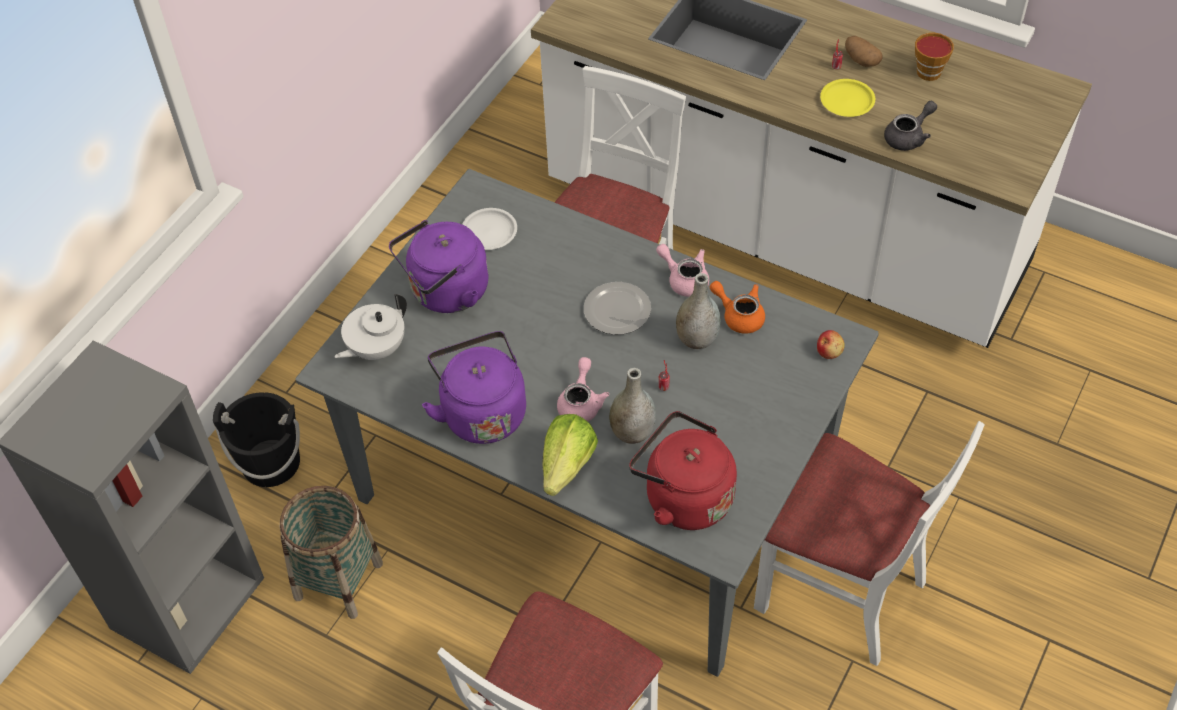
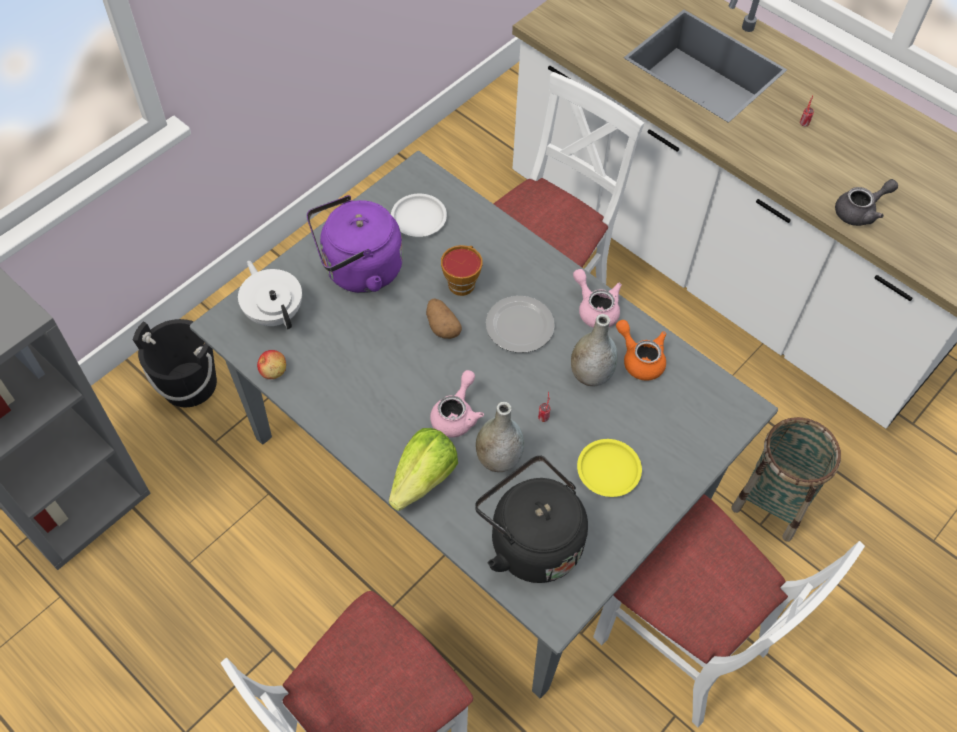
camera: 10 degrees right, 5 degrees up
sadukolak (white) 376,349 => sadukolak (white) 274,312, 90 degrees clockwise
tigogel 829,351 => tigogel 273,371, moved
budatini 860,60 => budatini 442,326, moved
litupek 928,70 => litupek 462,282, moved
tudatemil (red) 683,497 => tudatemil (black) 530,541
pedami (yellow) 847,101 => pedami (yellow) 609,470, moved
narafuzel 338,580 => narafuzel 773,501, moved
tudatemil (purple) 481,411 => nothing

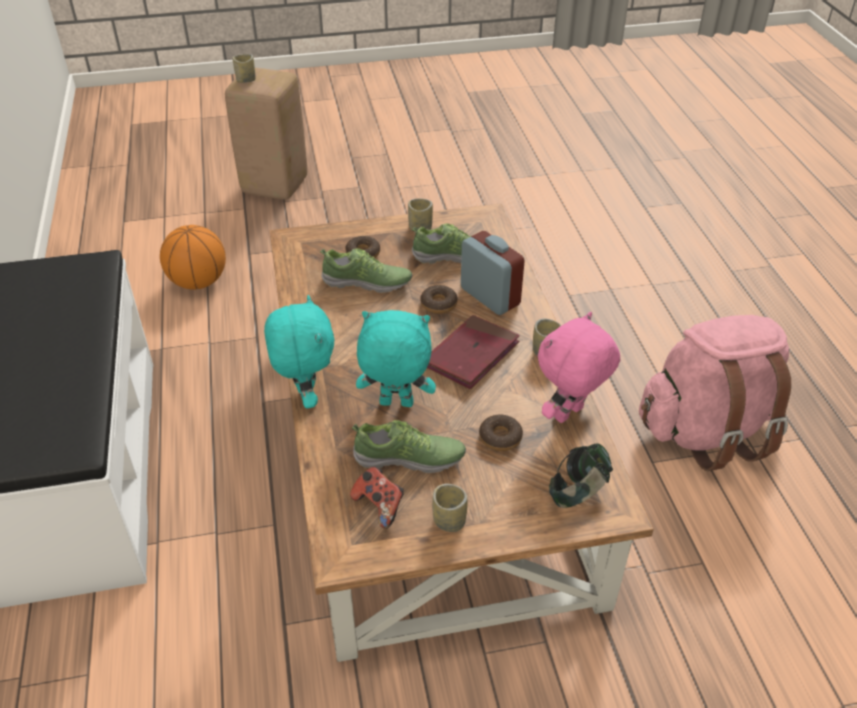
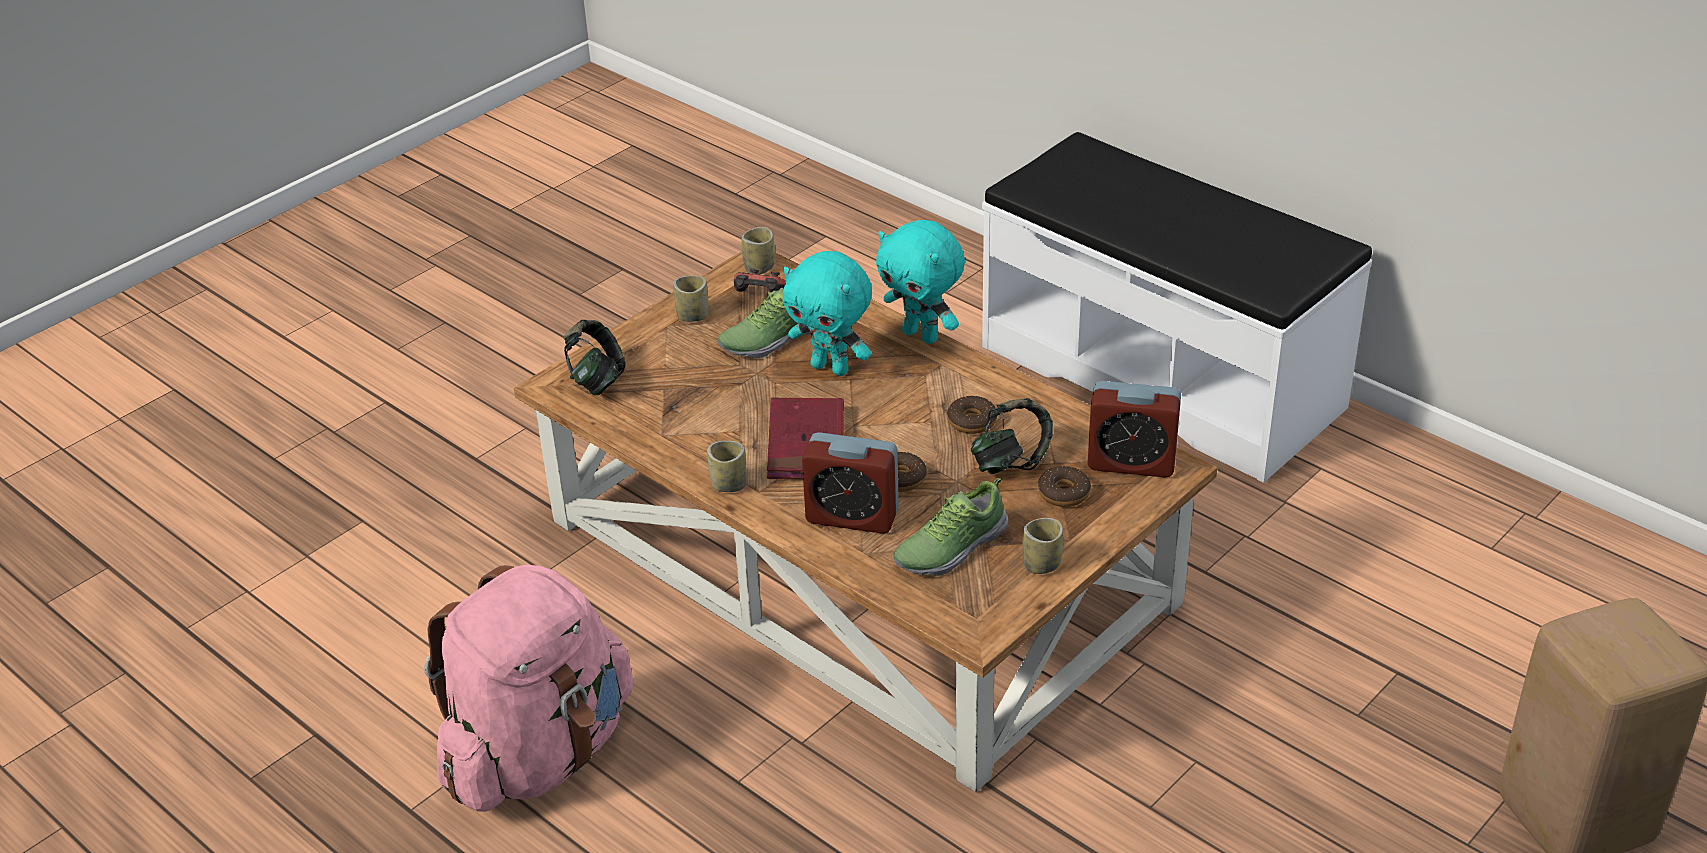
camera: 145 degrees right, 5 degrees down
litupek 246,80 => litupek 759,268, moved
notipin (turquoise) 395,404 => notipin (turquoise) 831,368, 60 degrees clockwise
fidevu 500,437 => fidevu 972,421, moved
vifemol 367,282 => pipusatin 1010,462
nothing => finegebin 1131,462
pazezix 198,282 => nothing
notipin (pink) 569,415 => nothing

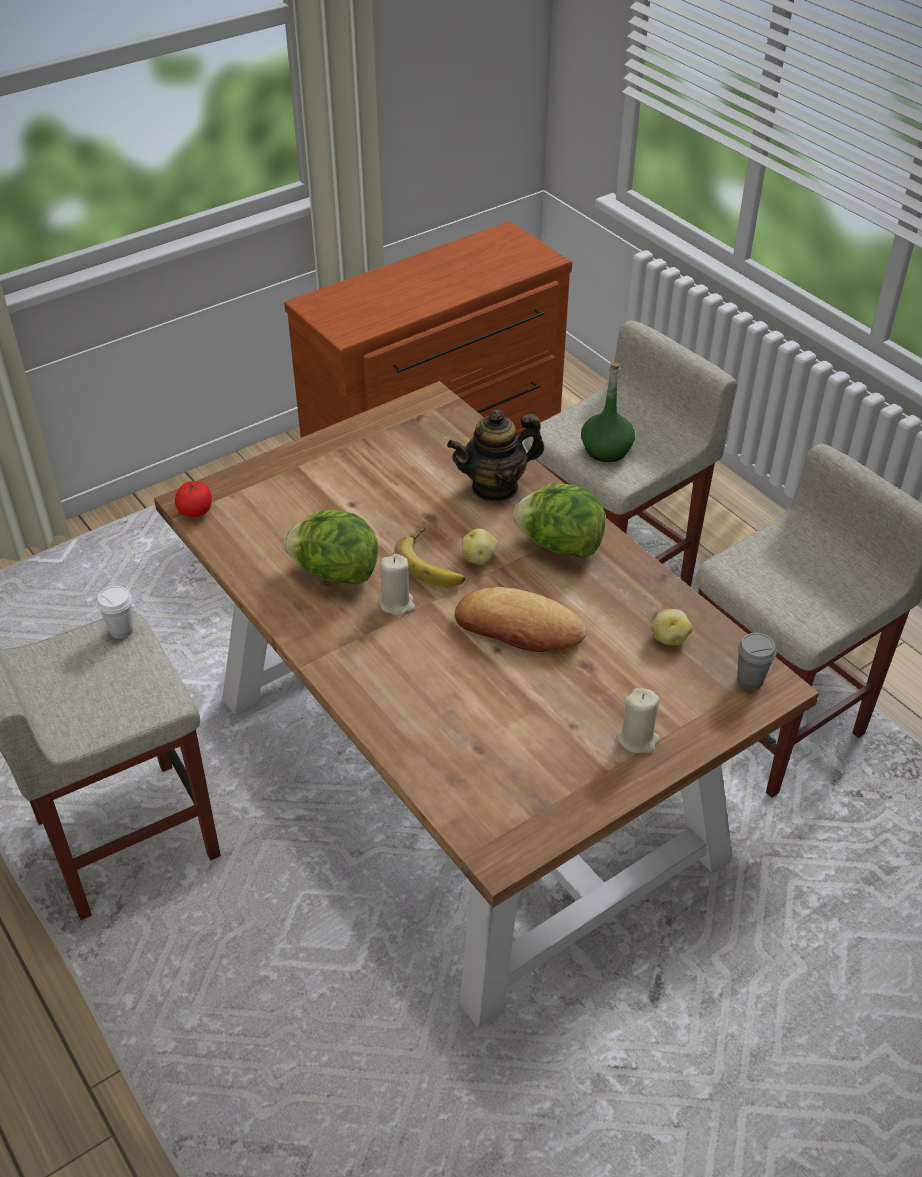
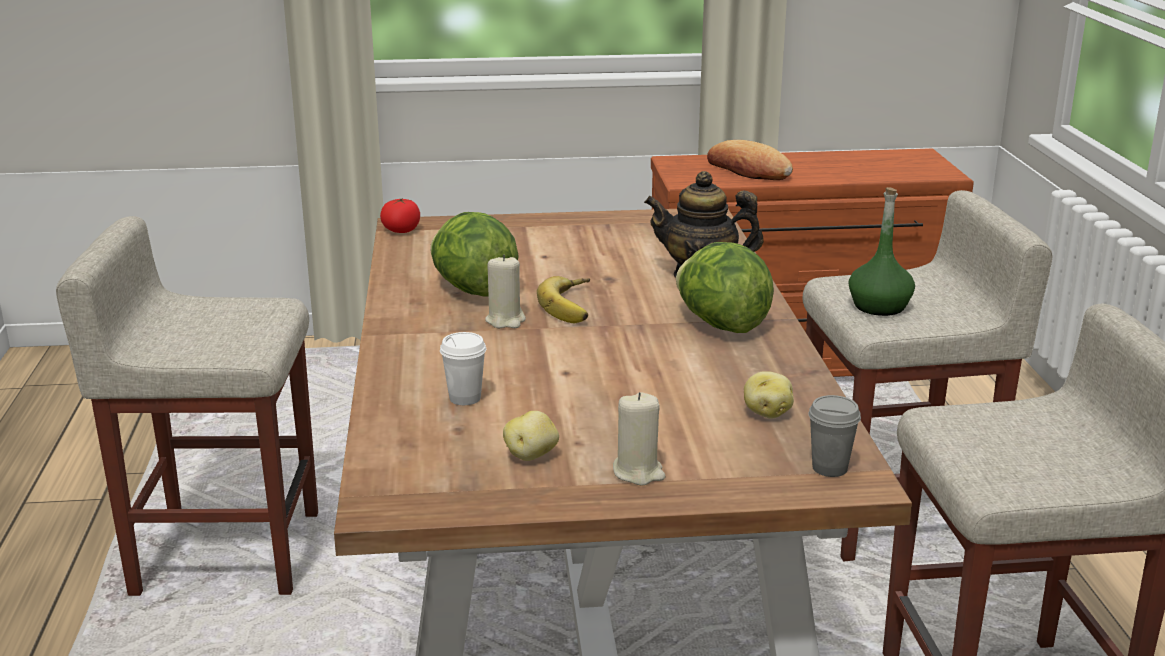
camera: 30 degrees right, 20 degrees down
litupek (white) 121,630 => litupek (white) 465,398, moved
budatini 479,558 => budatini 531,455, moved
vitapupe 518,628 => vitapupe 748,170, moved

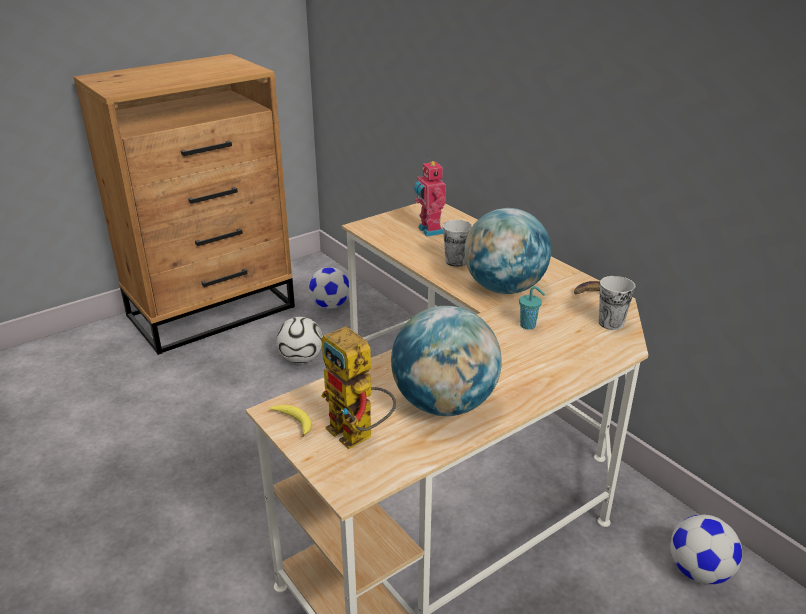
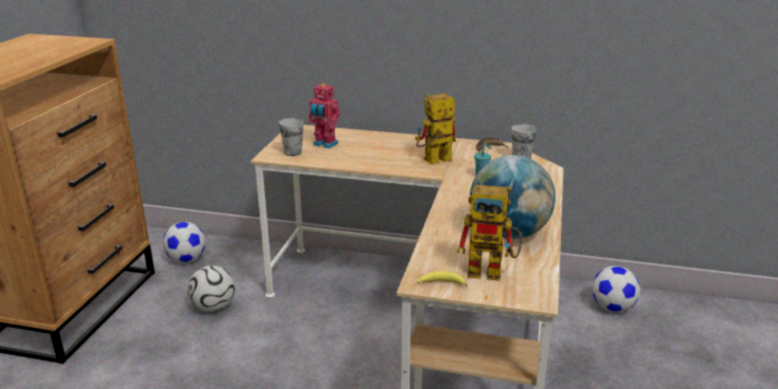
camera: 40 degrees left, 5 degrees down
litupek 456,261 => litupek 293,152, moved
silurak 504,288 => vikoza 433,162

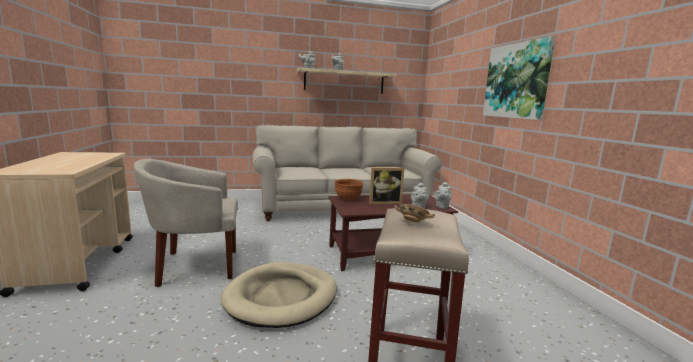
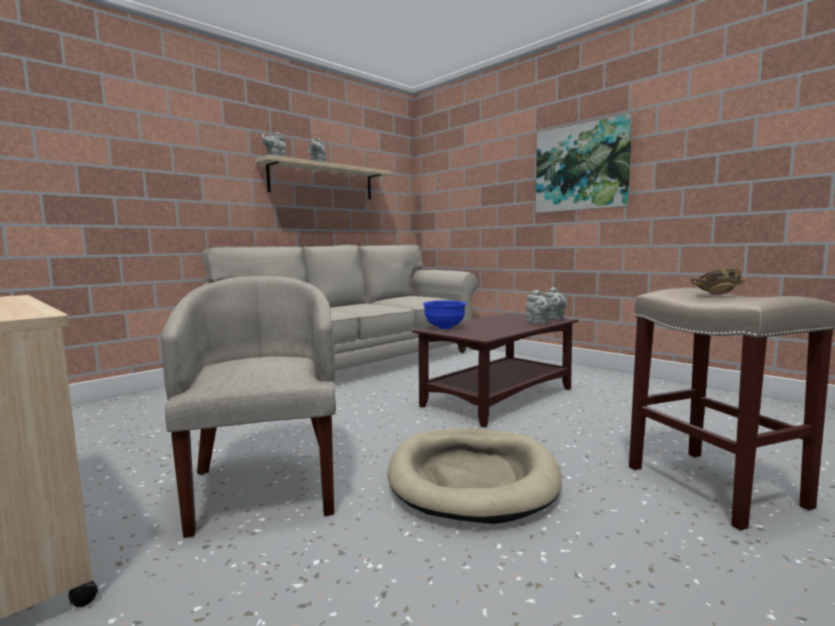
camera: 30 degrees left, 5 degrees down
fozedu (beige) 195,266 => fozedu (beige) 265,486, 120 degrees clockwise
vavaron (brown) 348,199 => vavaron (blue) 445,328
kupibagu 384,202 => nothing

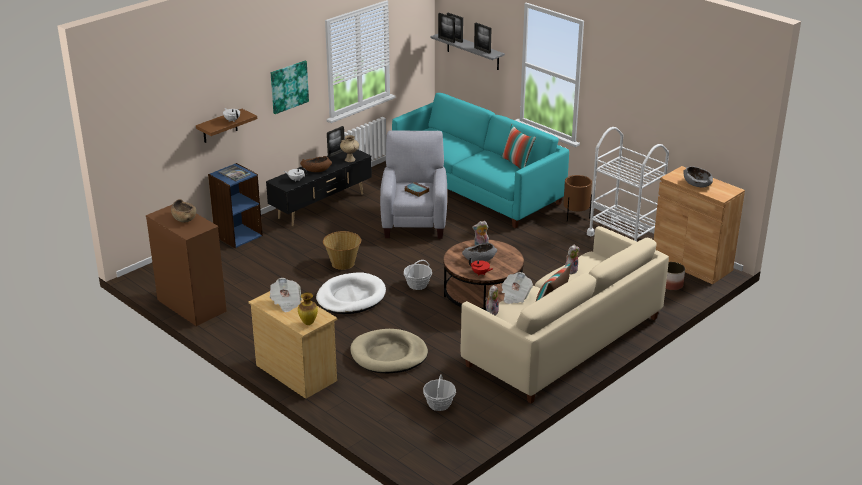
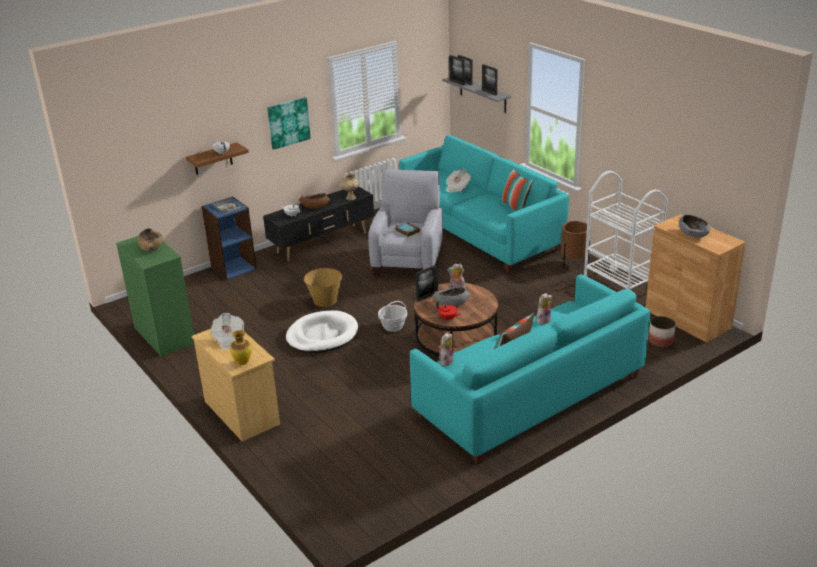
camera: 10 degrees right, 0 degrees up
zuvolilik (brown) 191,305 => zuvolilik (green) 164,335
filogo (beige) 564,341 => filogo (turquoise) 530,396
kupibagu 336,153 => kupibagu 427,296, moved
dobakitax 515,296 => dobakitax 457,187, moved
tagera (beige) 389,355 => nothing
narafuzel 439,404 => nothing

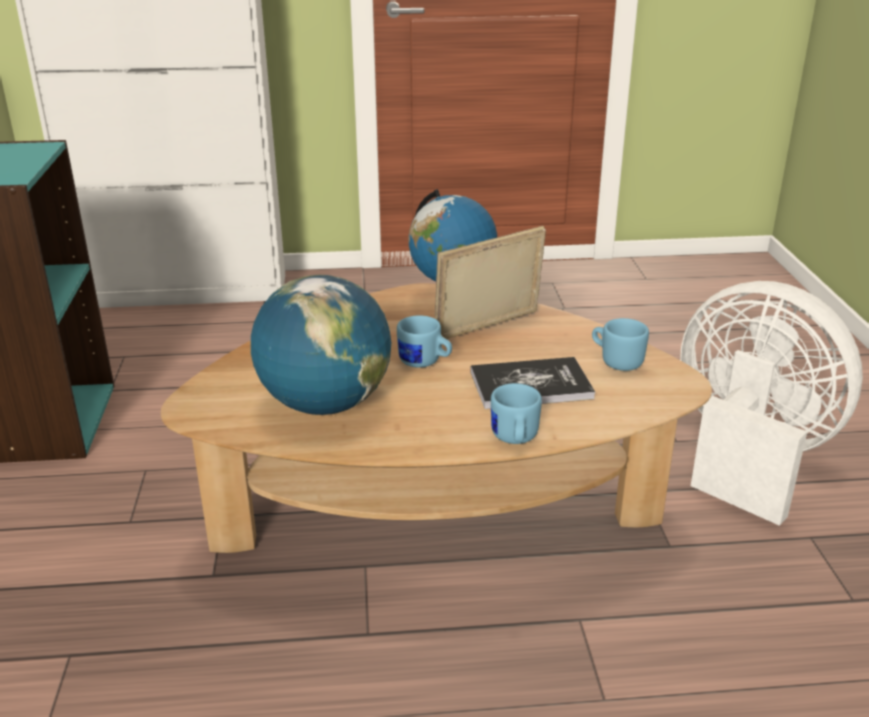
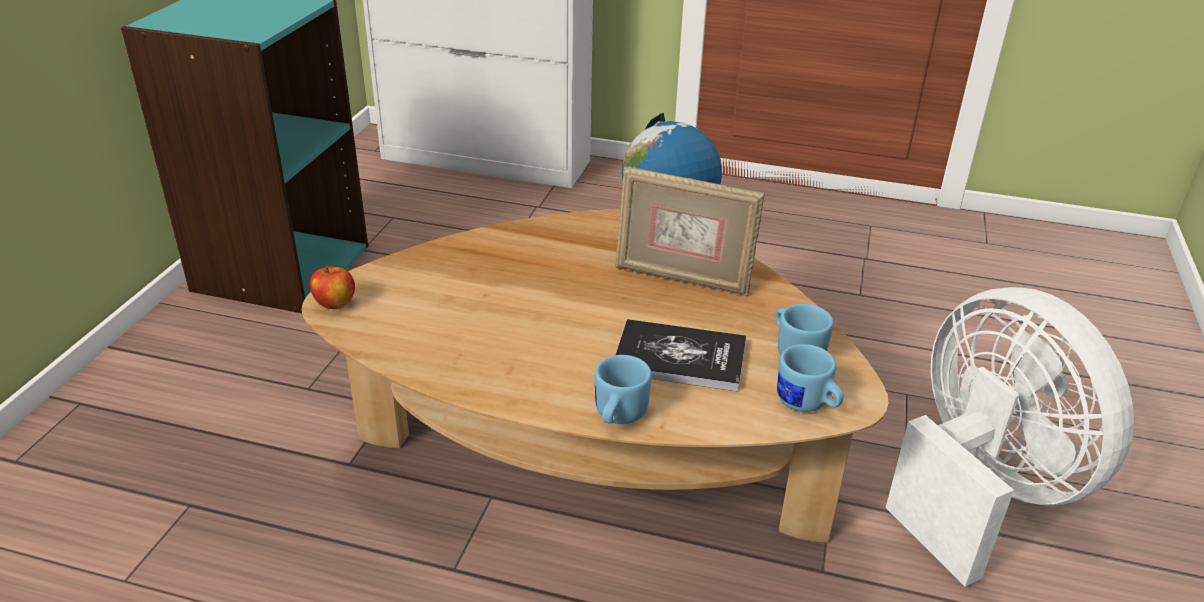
camera: 20 degrees right, 5 degrees up
nothing => tigogel 335,304
kupibagu 488,328 => kupibagu 682,278, 150 degrees counterclockwise
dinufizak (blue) 425,363 => dinufizak (blue) 807,405, moved
silurak 325,405 => nothing

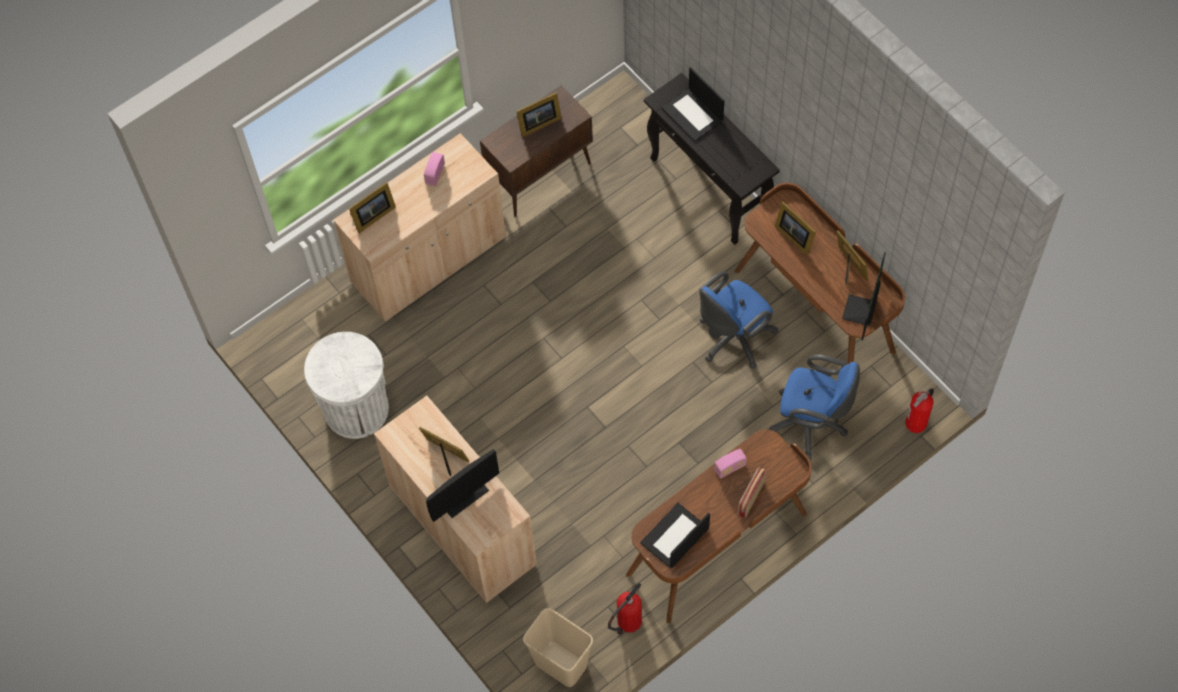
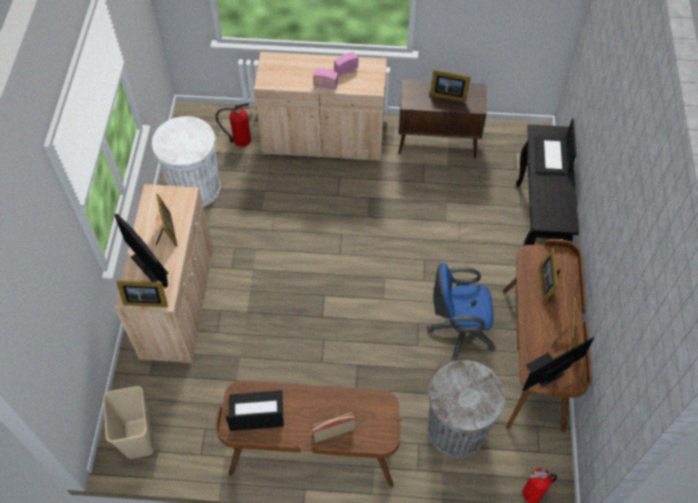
camera: 40 degrees right, 5 degrees down
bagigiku 464,496 => bagigiku 149,265, 45 degrees clockwise
kupibagu 372,216 => kupibagu 145,300, moved
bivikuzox 628,623 => bivikuzox 240,140, moved
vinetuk 730,467 => vinetuk 325,85, moved
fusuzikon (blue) 811,424 => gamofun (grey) 456,429

